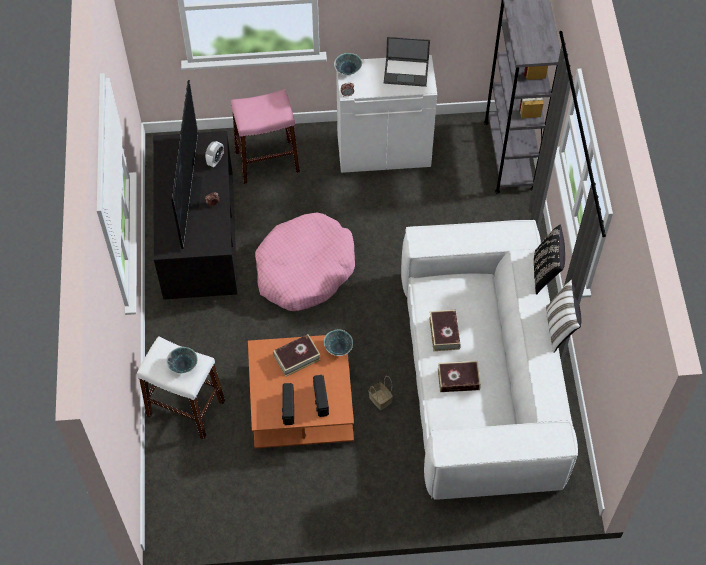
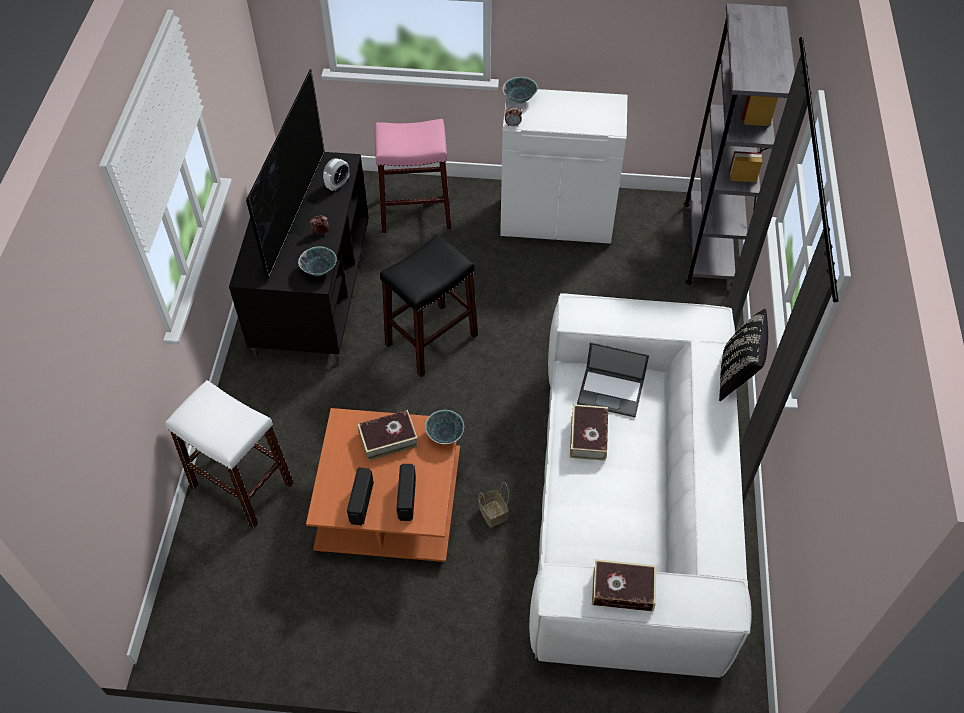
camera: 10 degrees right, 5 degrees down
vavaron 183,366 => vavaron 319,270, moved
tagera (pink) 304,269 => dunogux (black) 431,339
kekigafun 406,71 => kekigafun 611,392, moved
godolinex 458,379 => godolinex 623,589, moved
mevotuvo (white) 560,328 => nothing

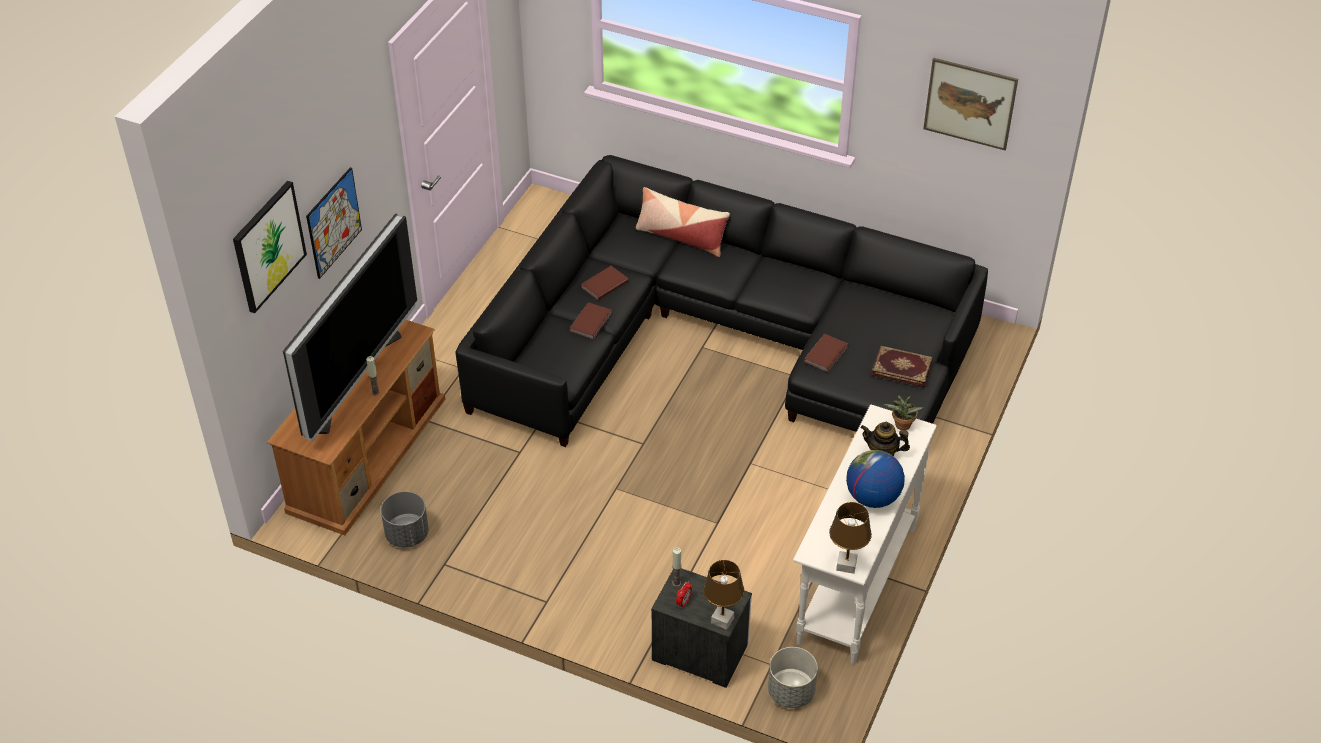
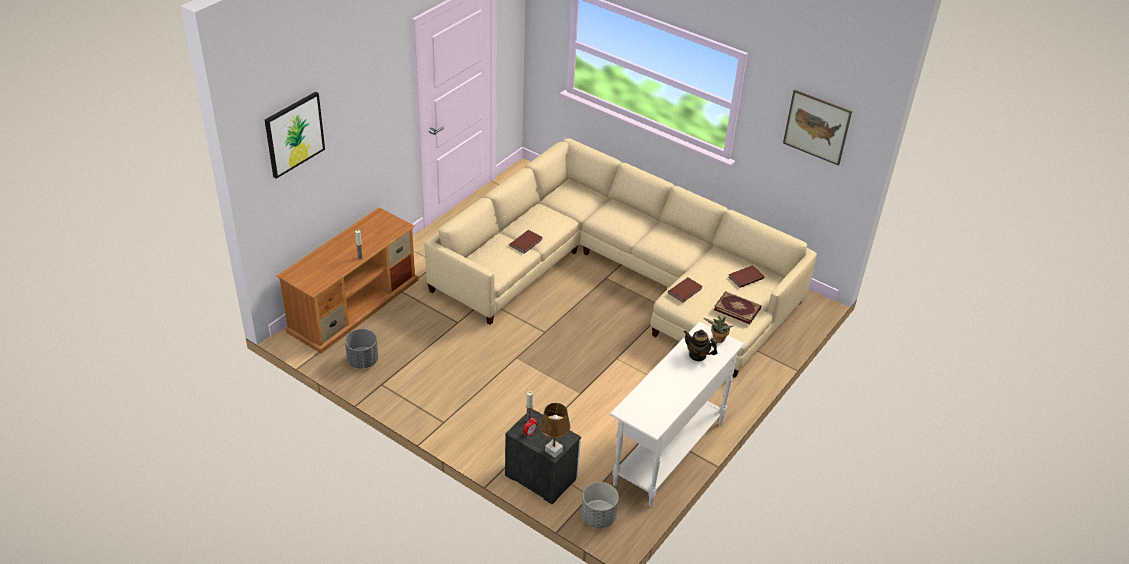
camera: 10 degrees right, 5 degrees down
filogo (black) 720,338 => filogo (beige) 620,274
godolinex (brown) 603,284 => godolinex (brown) 745,277, moved
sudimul 353,379 => nothing
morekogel 334,222 => nothing
mevotuvo 681,236 => nothing
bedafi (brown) 846,565 => nothing
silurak 872,497 => nothing

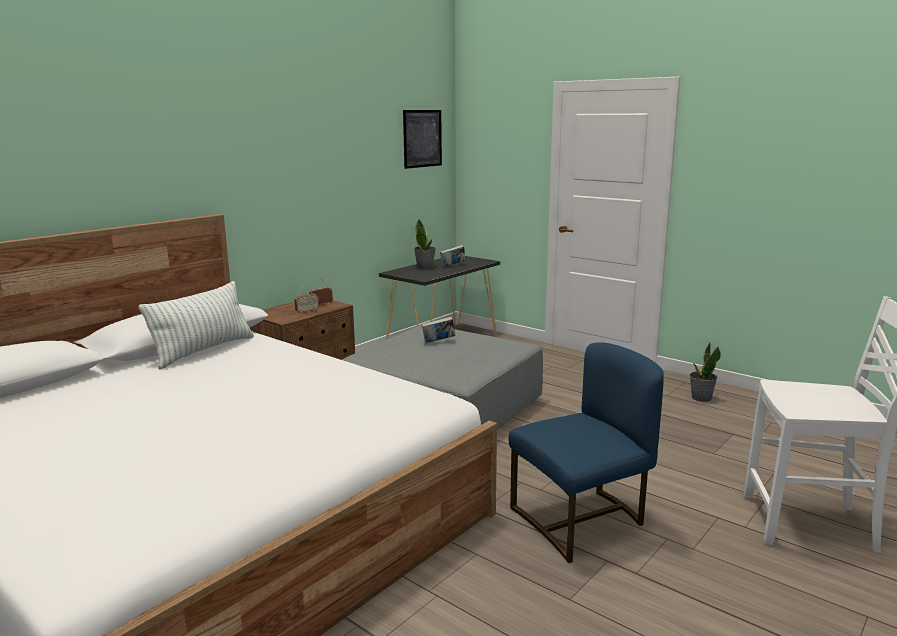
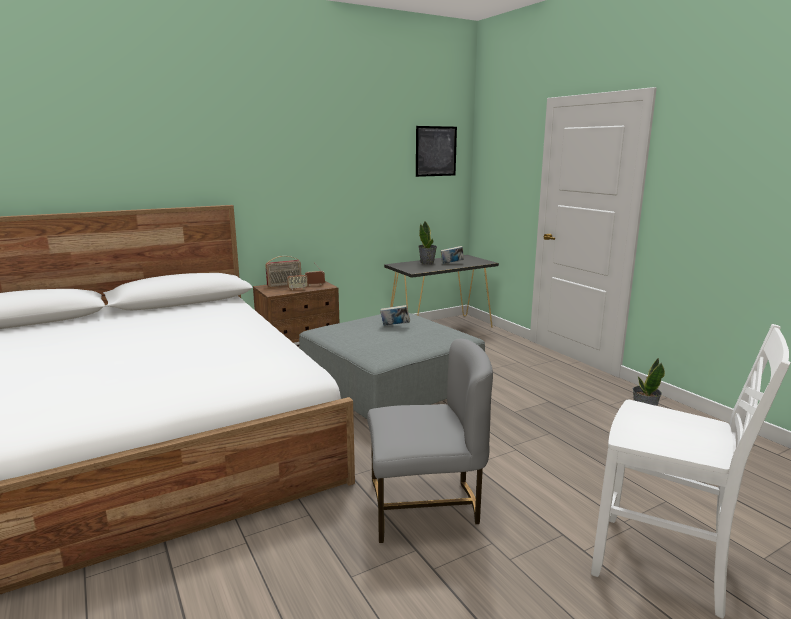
camera: 20 degrees right, 0 degrees up
nothing => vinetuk 284,285
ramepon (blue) 581,520 => ramepon (grey) 424,506
mevotuvo 204,351 => nothing

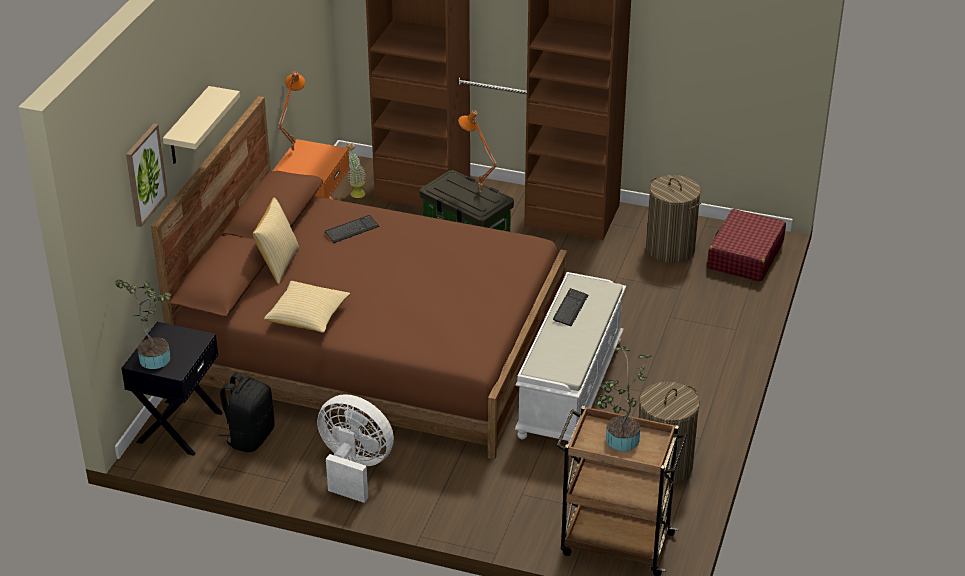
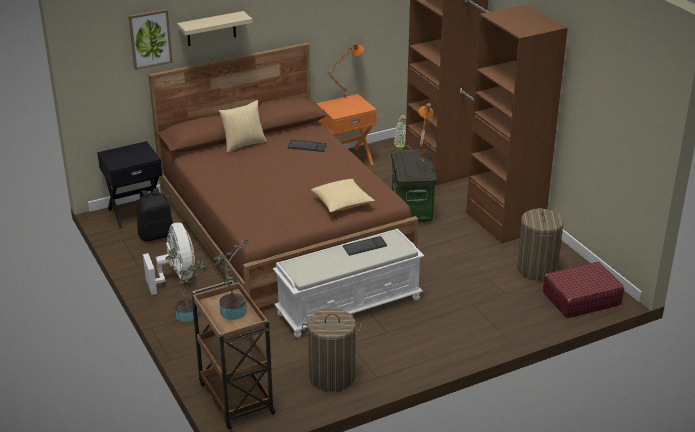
camera: 45 degrees right, 5 degrees down
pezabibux 154,356 => pezabibux 189,313, moved
mevotuvo 308,317 => mevotuvo 342,204, moved

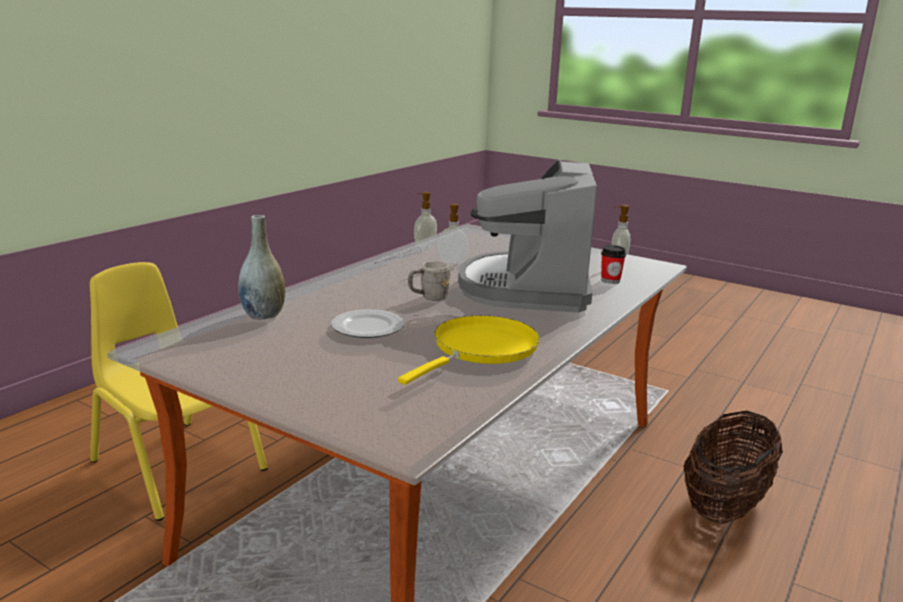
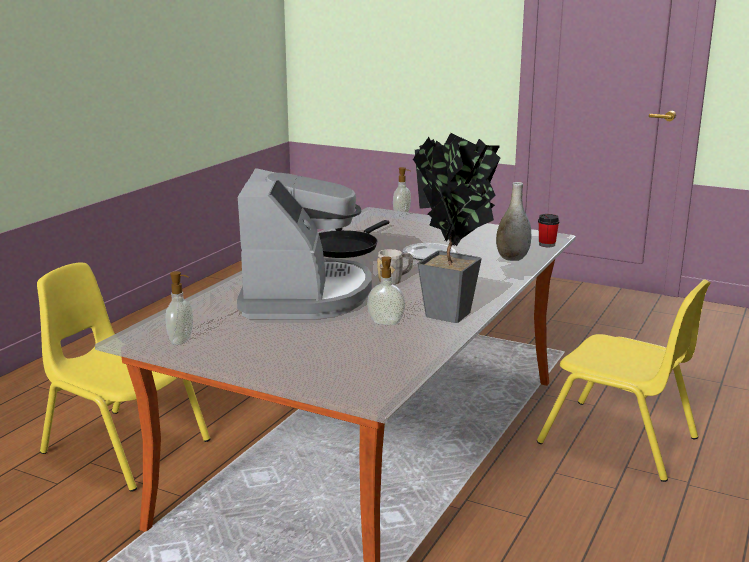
camera: 175 degrees right, 0 degrees up
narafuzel 725,505 => ramepon (yellow) 124,447
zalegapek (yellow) 481,349 => zalegapek (black) 344,247
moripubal 424,247 => moripubal 402,215, moved
nothing => pezabibux 453,317
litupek 610,280 => litupek 547,244, moved

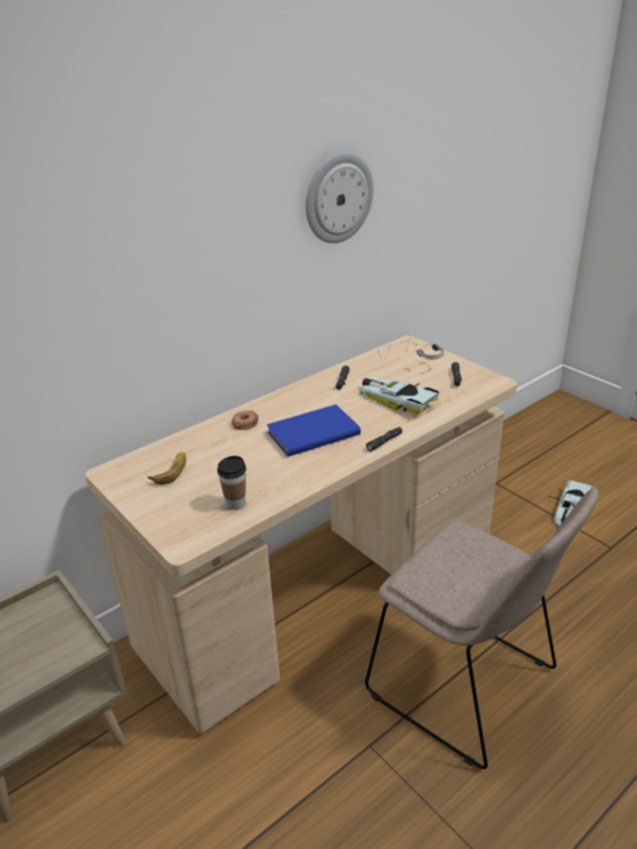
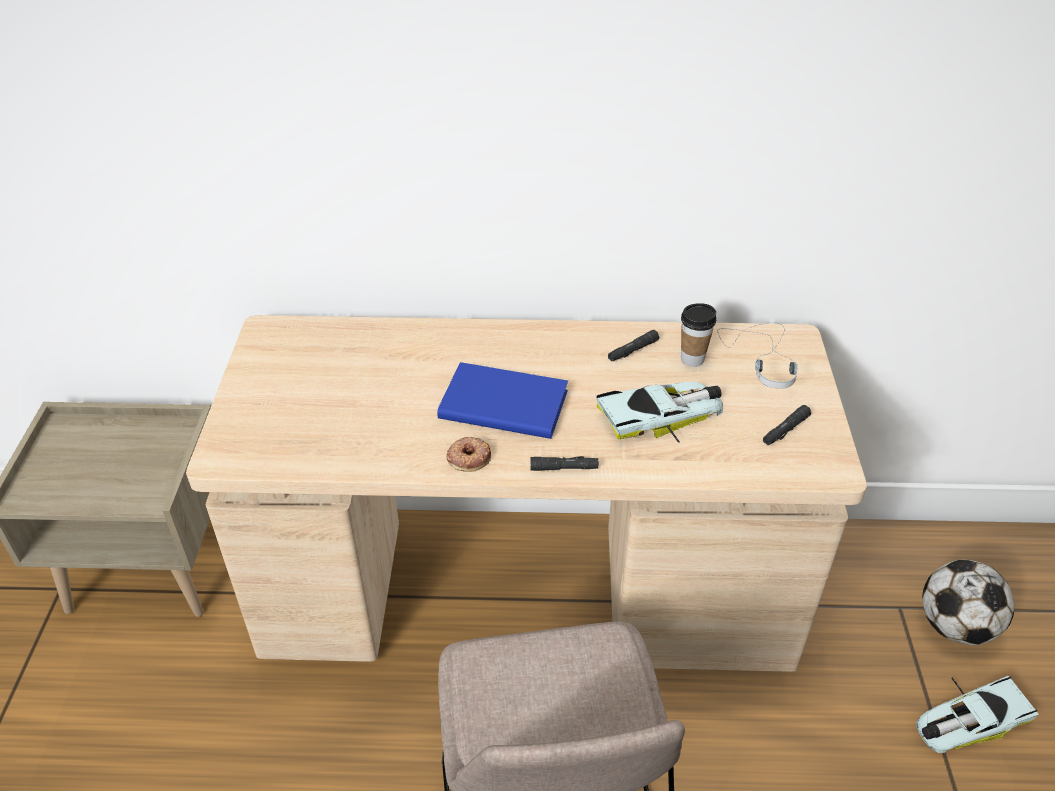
camera: 40 degrees right, 10 degrees up
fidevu 245,423 => fidevu 469,457, moved
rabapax 397,399 => rabapax 662,416, 75 degrees clockwise
litupek 235,503 => litupek 692,359, moved
nothing => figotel 955,626
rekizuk 171,471 => nothing
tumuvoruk 338,198 => nothing

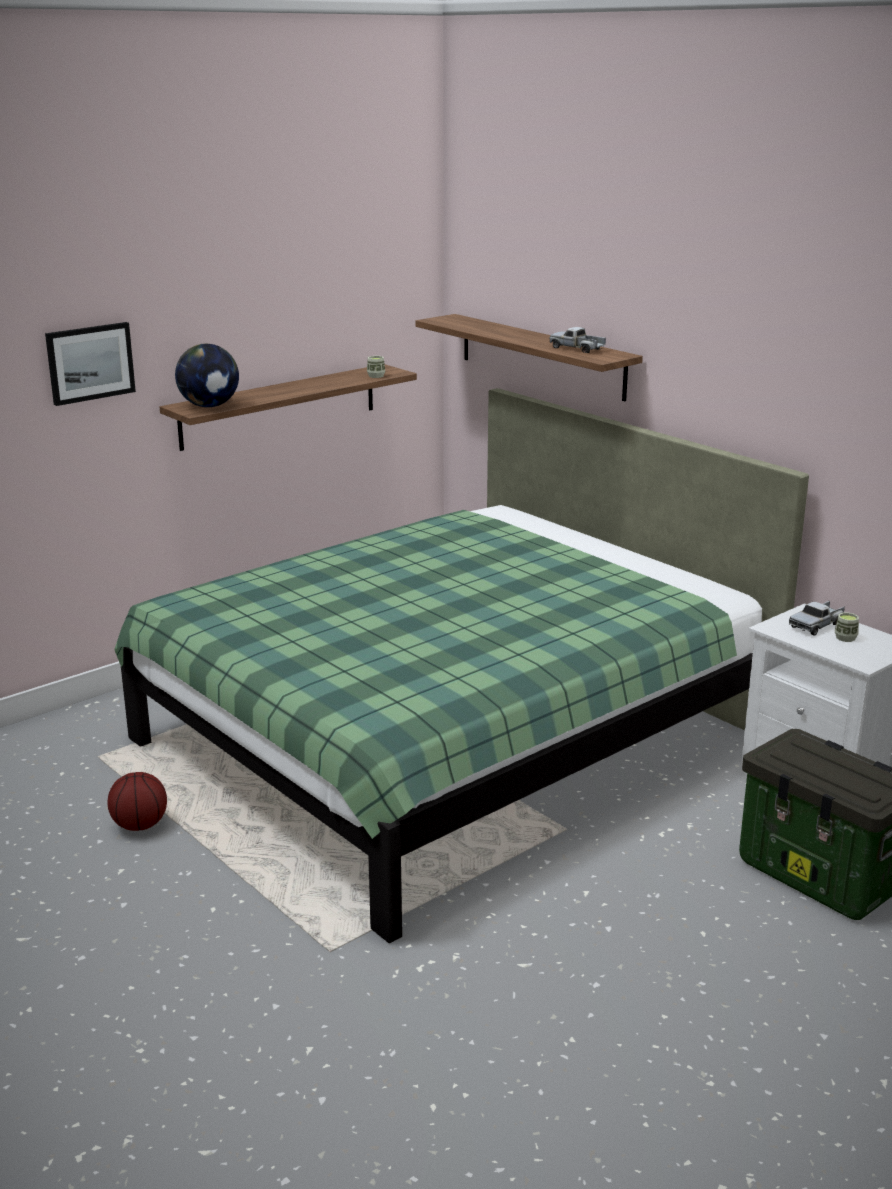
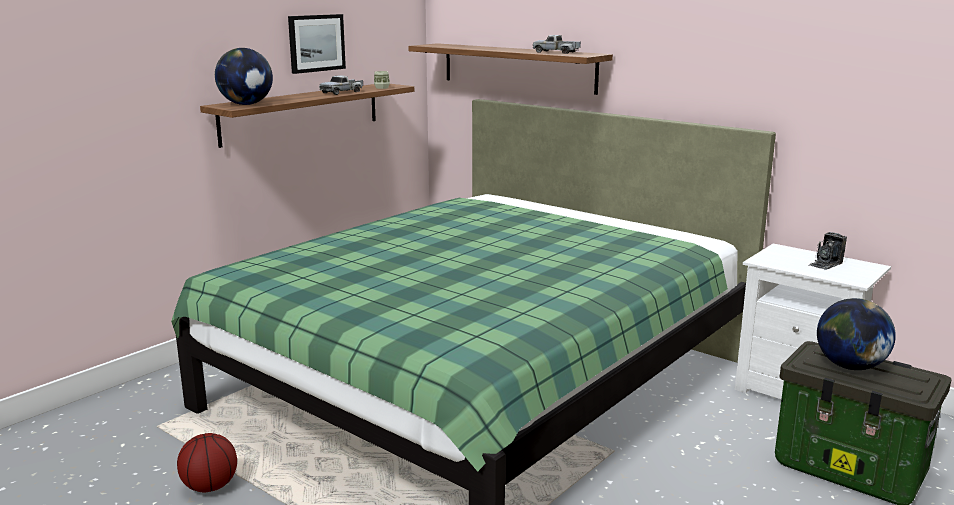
camera: 10 degrees left, 5 degrees down
morekogel 90,363 => morekogel 316,43, moved
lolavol 817,625 => lolavol 342,92, moved
litupek 845,638 => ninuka 825,264
nothing => silurak 850,366

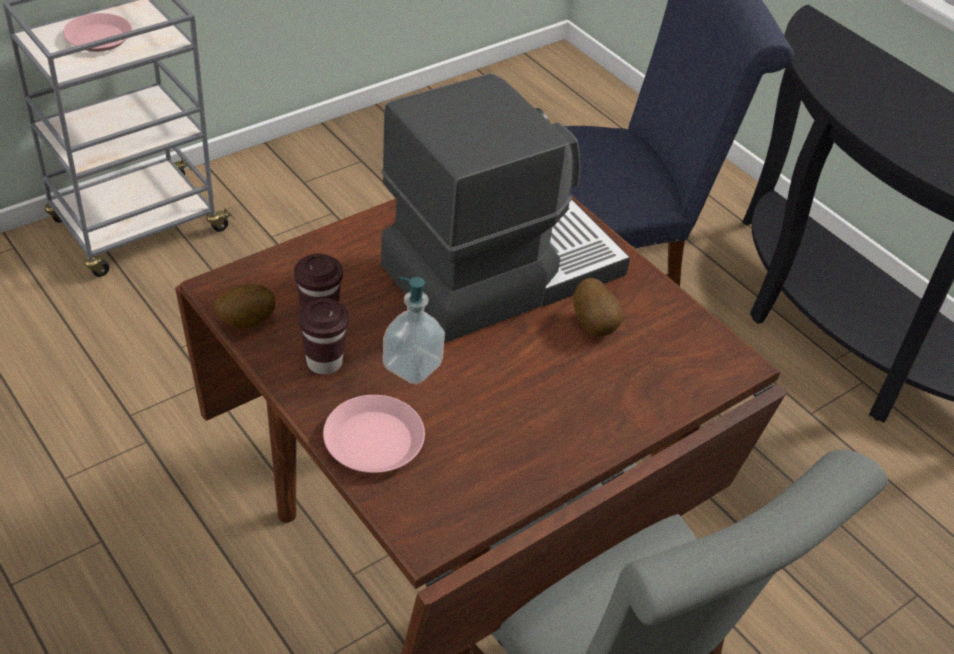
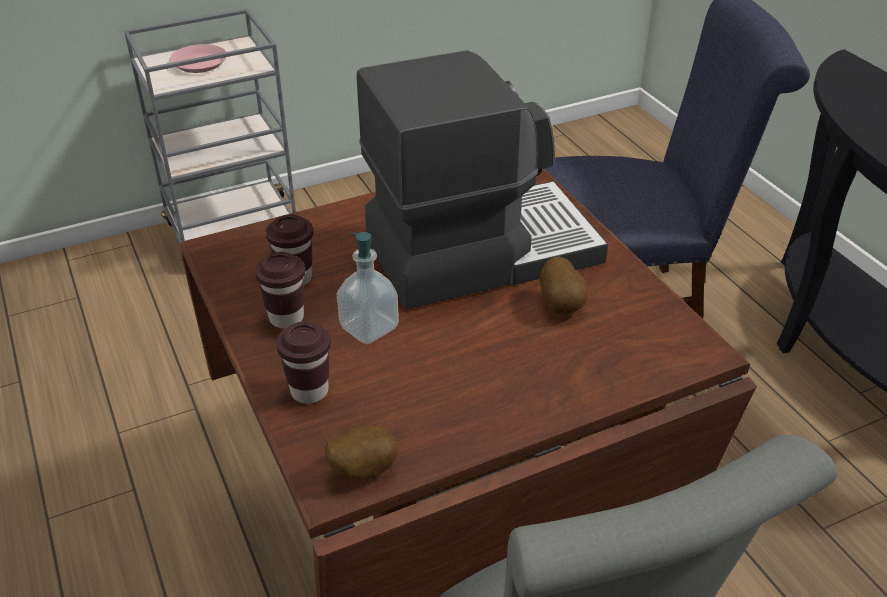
camera: 15 degrees right, 5 degrees down
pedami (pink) 373,440 => litupek (brown) 309,391
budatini 245,322 => budatini 362,470, moved

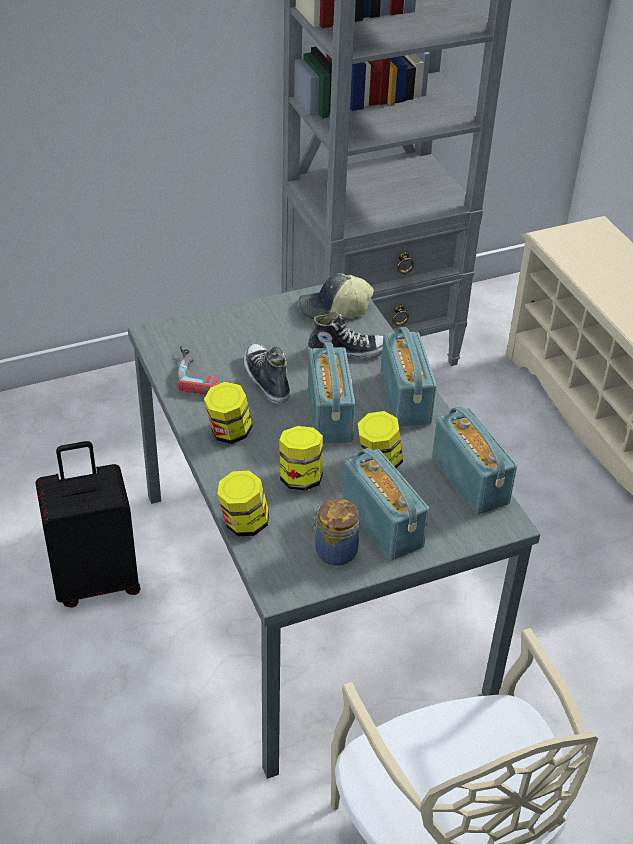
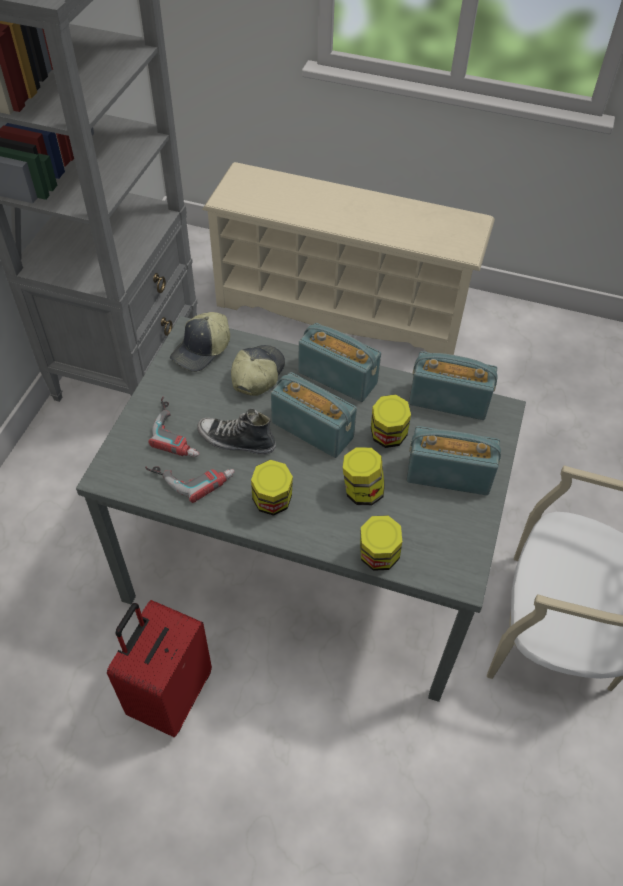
camera: 50 degrees left, 10 degrees up
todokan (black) 96,581 => todokan (red) 170,694
nothing => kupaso 180,430
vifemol 348,351 => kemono 257,374
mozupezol 334,551 => nothing

